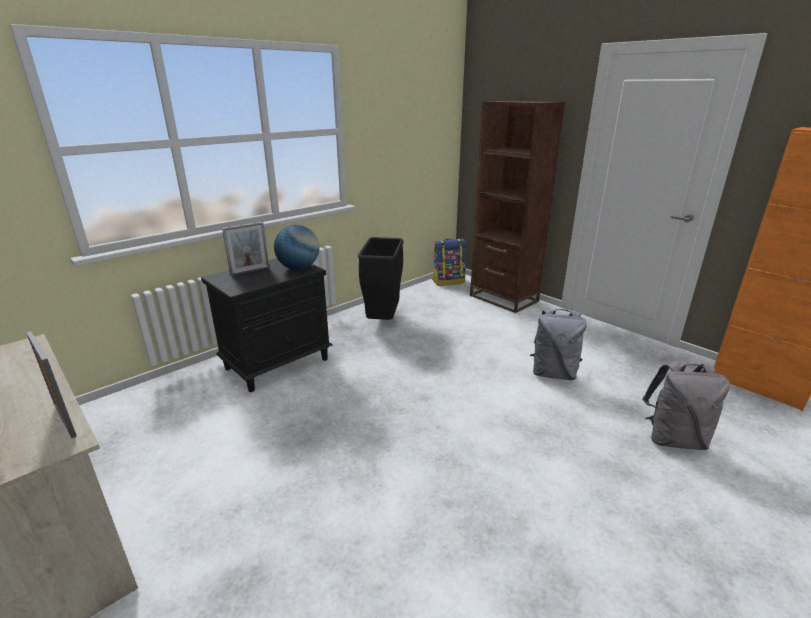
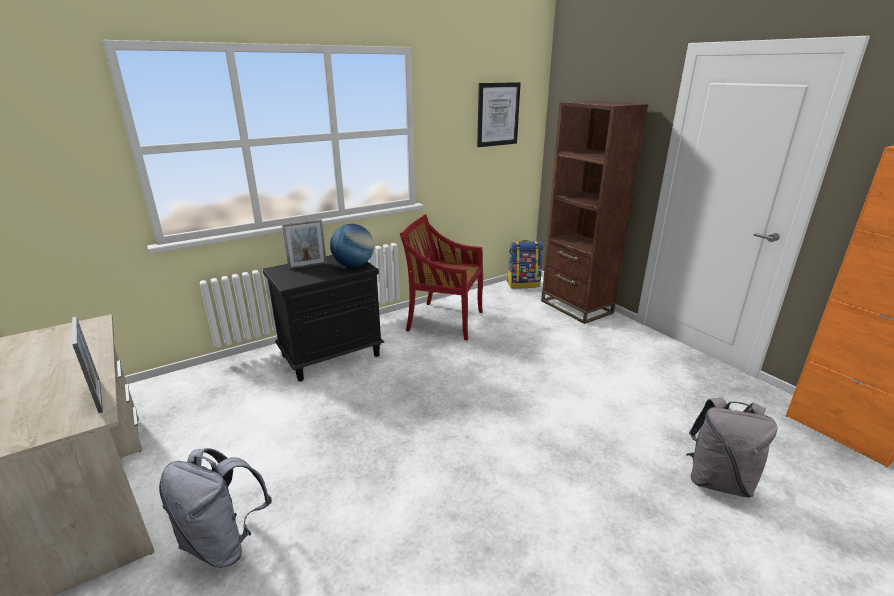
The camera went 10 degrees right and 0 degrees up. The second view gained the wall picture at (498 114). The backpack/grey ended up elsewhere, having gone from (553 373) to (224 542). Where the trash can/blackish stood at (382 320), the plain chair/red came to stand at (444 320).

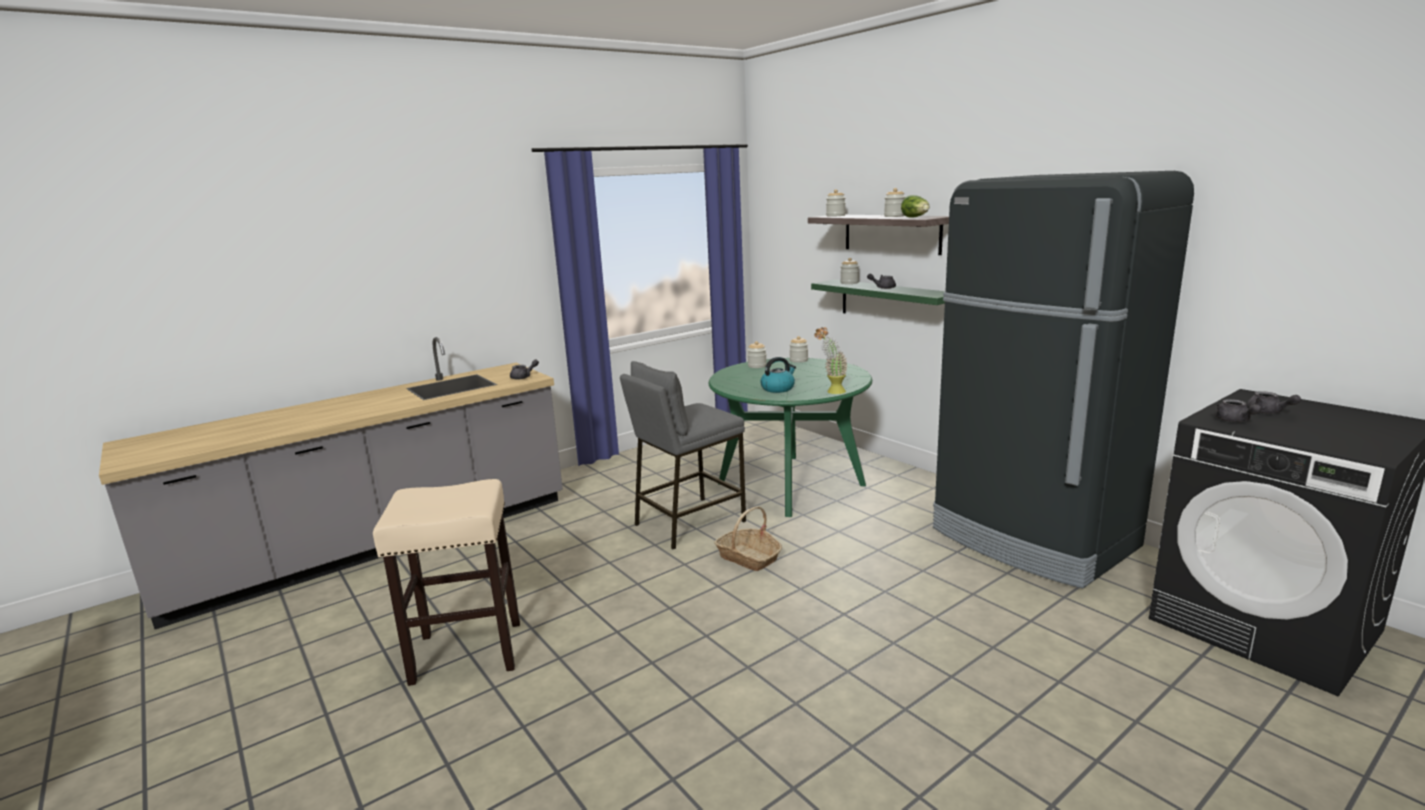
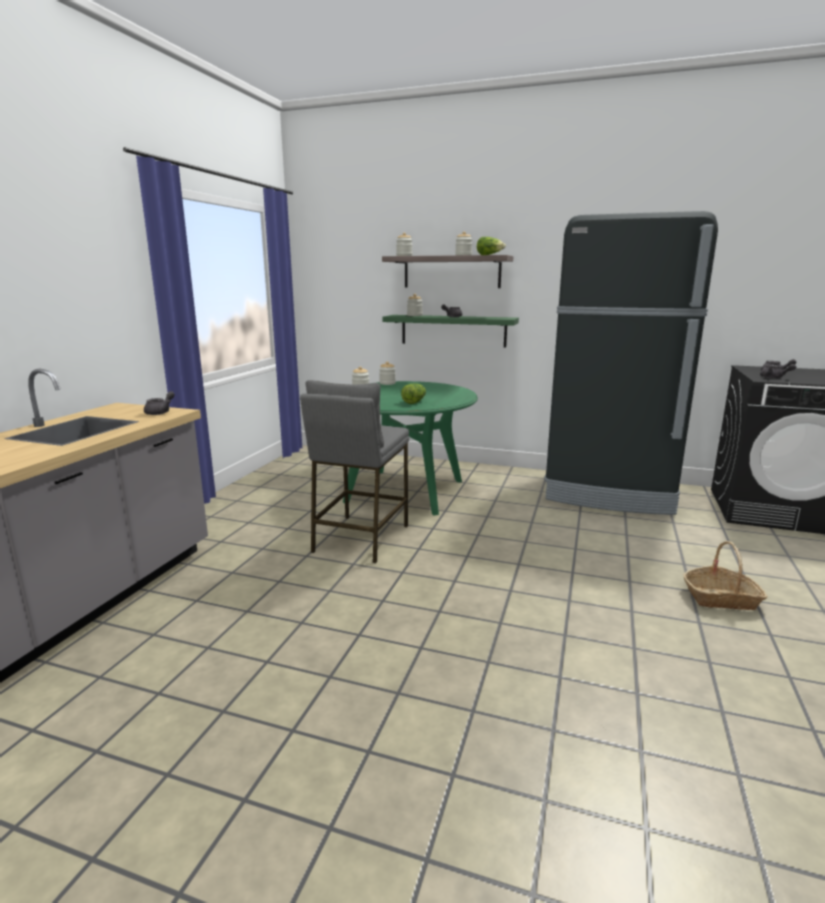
The camera went 35 degrees left and 0 degrees up. The second view lost the stool/beige at (465 653). The second view lost the plant in a pot at (831 392). The basket ended up elsewhere, having gone from (748 557) to (721 598). Where the water kettle stood at (778 388), the lettuce head came to stand at (414 402).

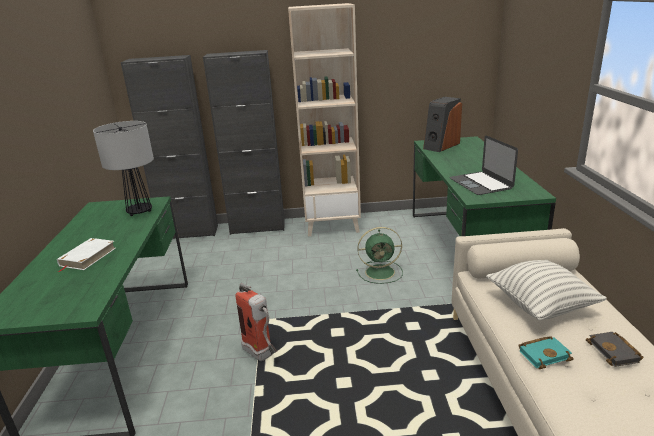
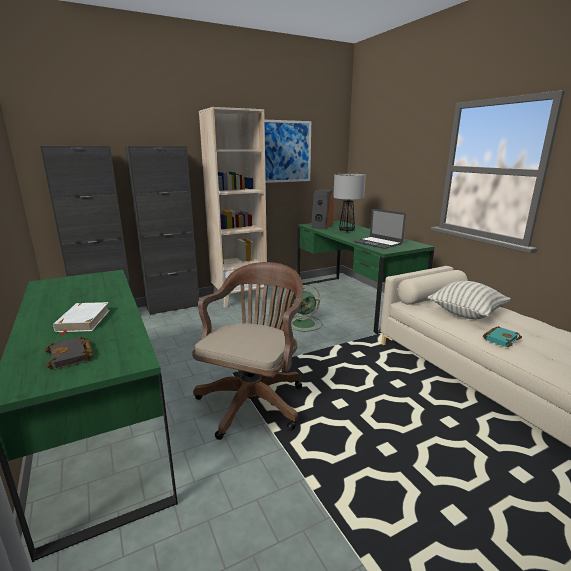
The camera went 25 degrees left and 5 degrees down. The second view gained the wall picture at (285 151). The table lamp ended up elsewhere, having gone from (139 212) to (346 231). The volume/blackish ended up elsewhere, having gone from (615 352) to (71 356). Where the fire-fighting cylinder stood at (262 355), the office chair/brown-coloured came to stand at (254 399).

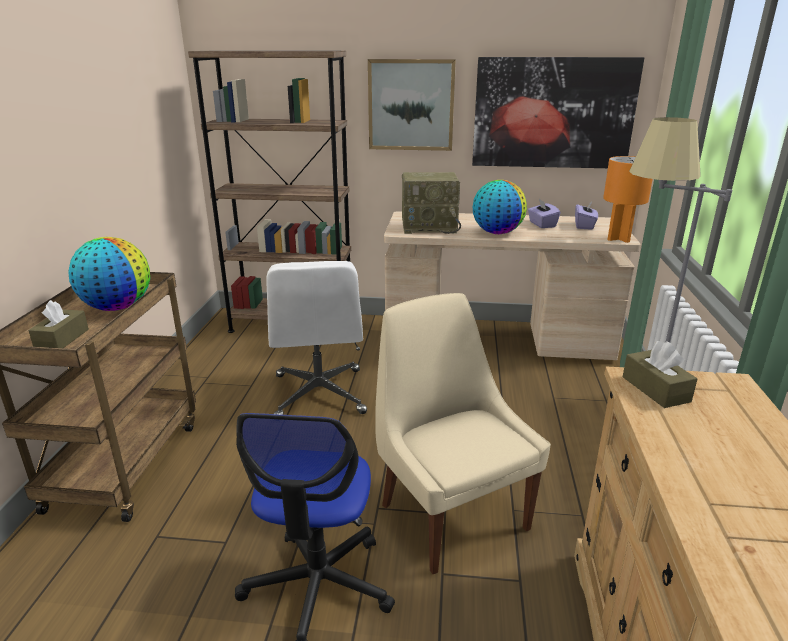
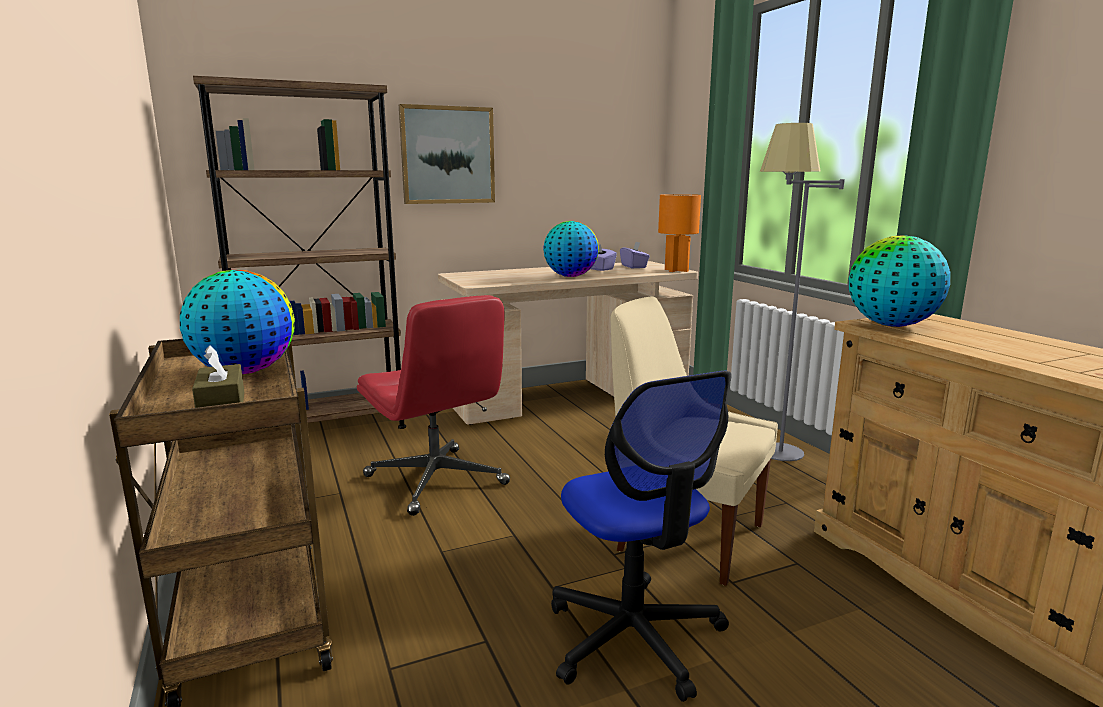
The camera went 30 degrees left and 10 degrees down. The second view lost the radio set at (430 227). The second view lost the wall picture at (553 113). Where the box of tissues/brown-coloured stood at (655 389), the world globe came to stand at (891 325). What was the office chair/whitish at (319 395) turned into the office chair/red at (437 481).

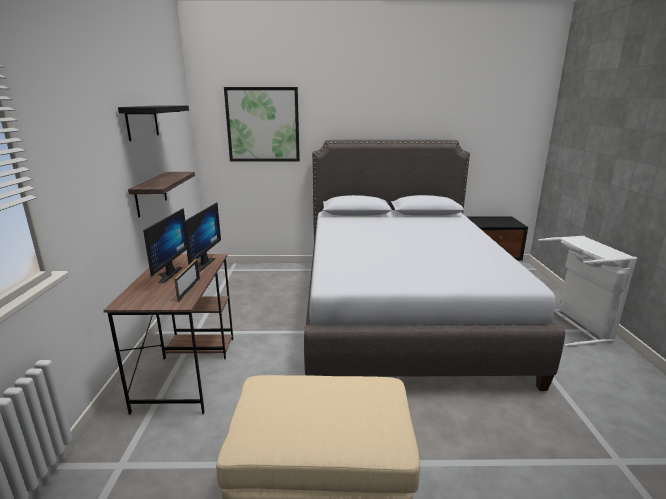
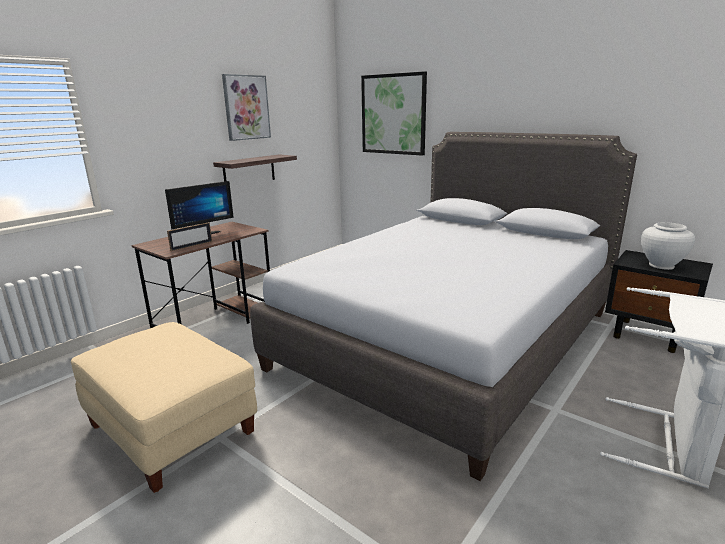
The camera went 40 degrees right and 0 degrees up. The second view lost the computer display at (200 264). The second view gained the vase/whitish at (661 265). Where the wall shelf/blackish hung at (142 122), the wall picture came to hang at (246 107).

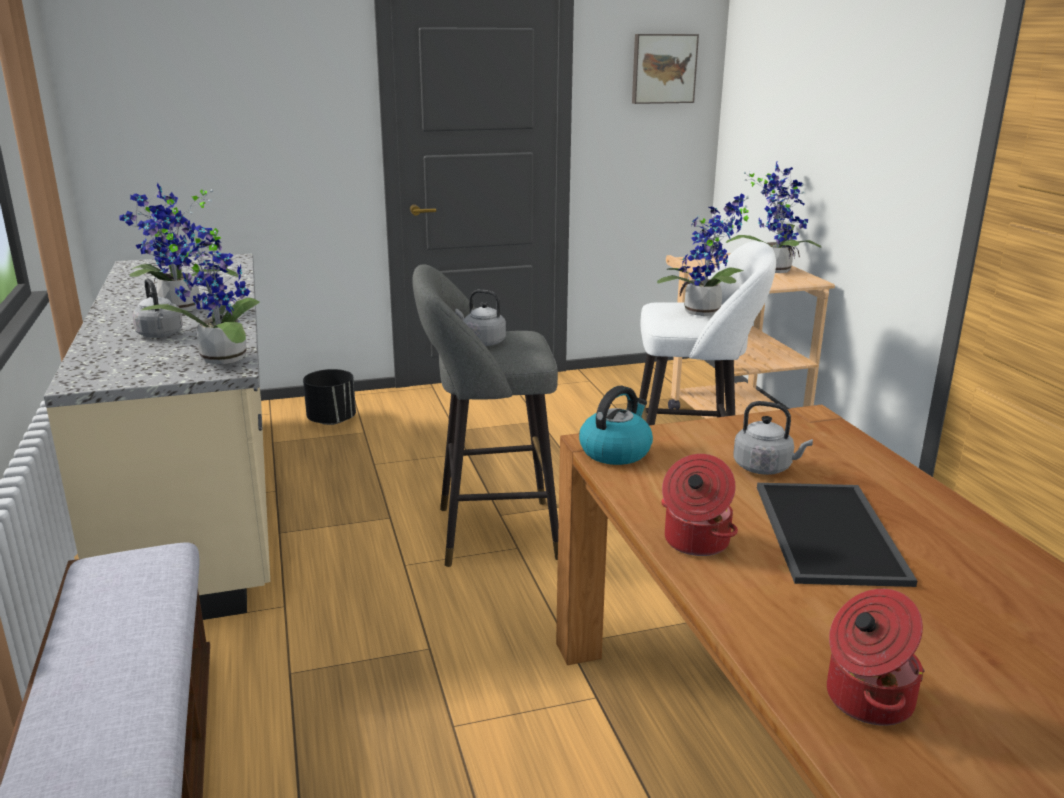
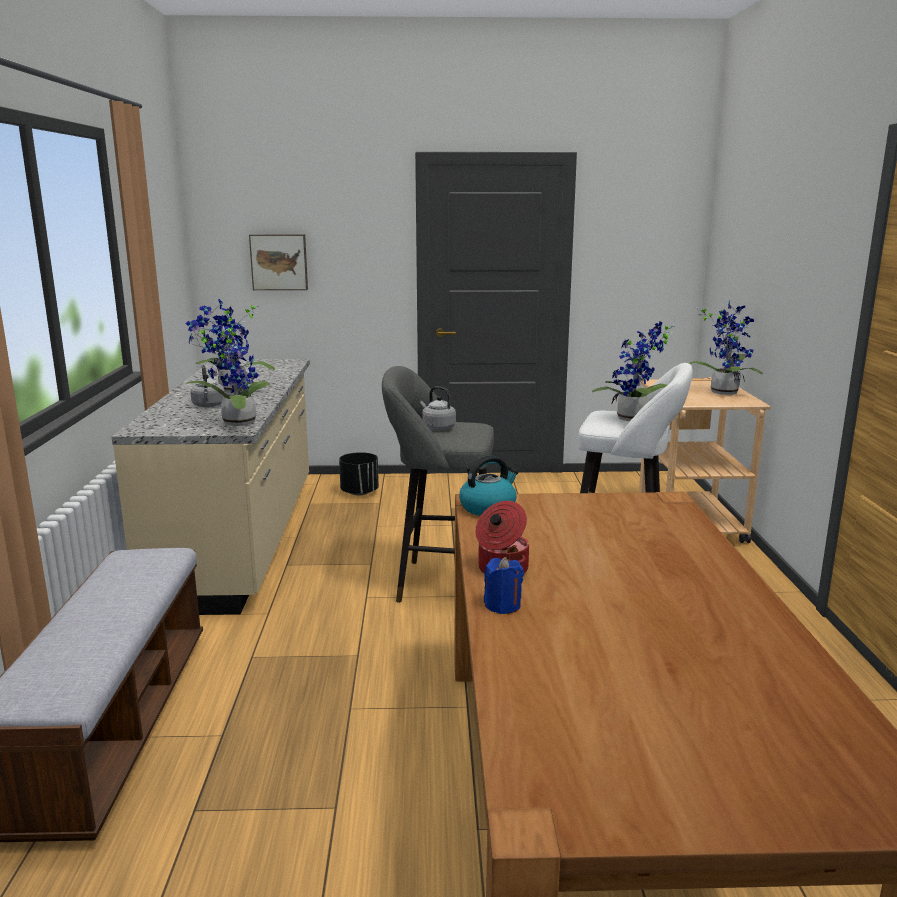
The camera went 15 degrees right and 5 degrees down. The second view lost the water kettle/grey at (765 468). The second view lost the tray at (832 533). The second view lost the stockpot at (866 699). The second view gained the wax candle/blue-coloured at (502 605). The wall picture ended up elsewhere, having gone from (663 68) to (279 262).

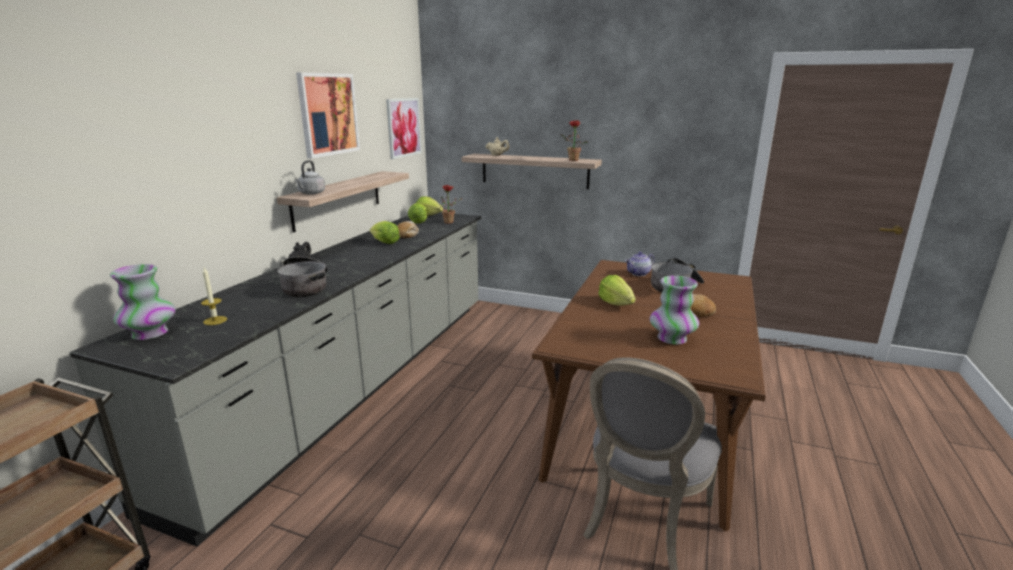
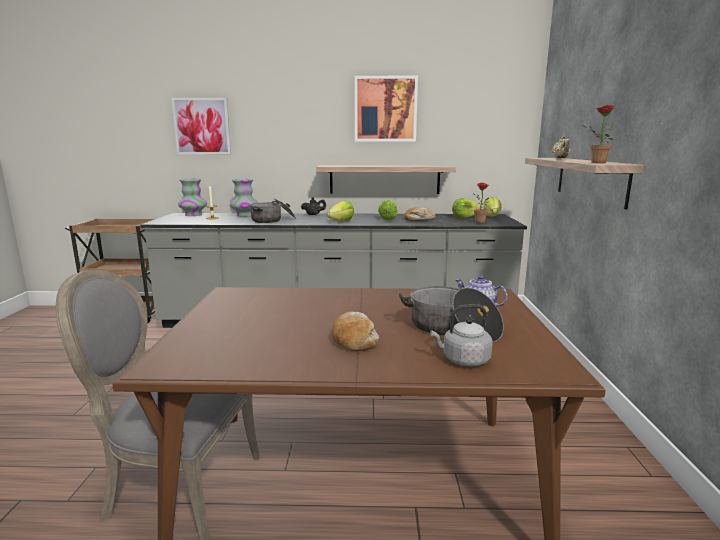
The camera went 70 degrees right and 5 degrees down. The water kettle/grey ended up elsewhere, having gone from (311 193) to (463 360). The wall picture ended up elsewhere, having gone from (403 127) to (202 126). The lettuce head ended up elsewhere, having gone from (616 303) to (341 221). The vase ended up elsewhere, having gone from (672 338) to (245 215).

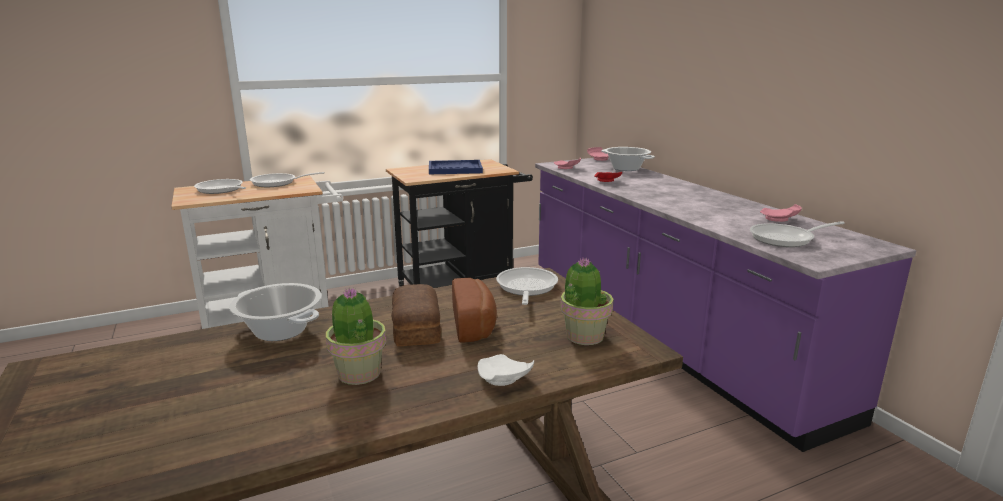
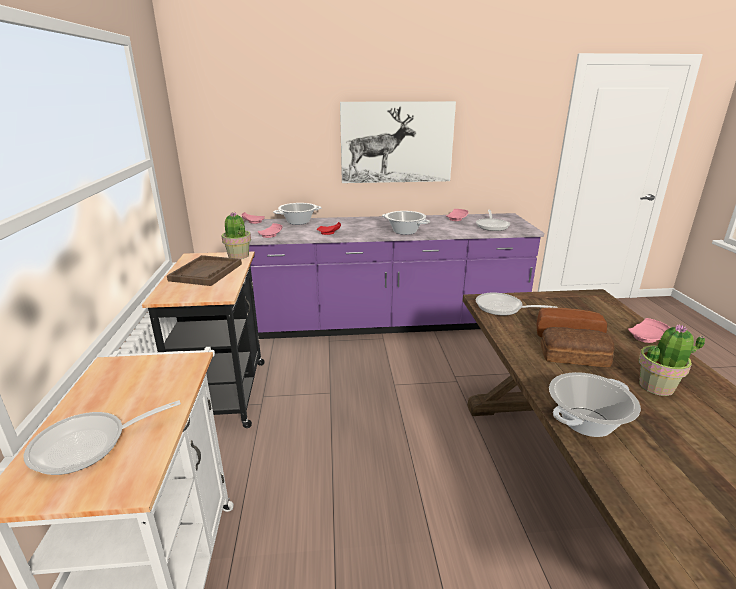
The camera went 70 degrees left and 5 degrees up. The second view lost the pan at (278 183). The second view gained the wall picture at (396 142). The second view gained the stockpot at (405 231). The plant in a pot ended up elsewhere, having gone from (584 336) to (238 256). What was the tray/blue-coloured at (455 169) turned into the tray/brown-coloured at (206 272). What was the flat dish/whitish at (503 380) turned into the flat dish/pink at (647 337).

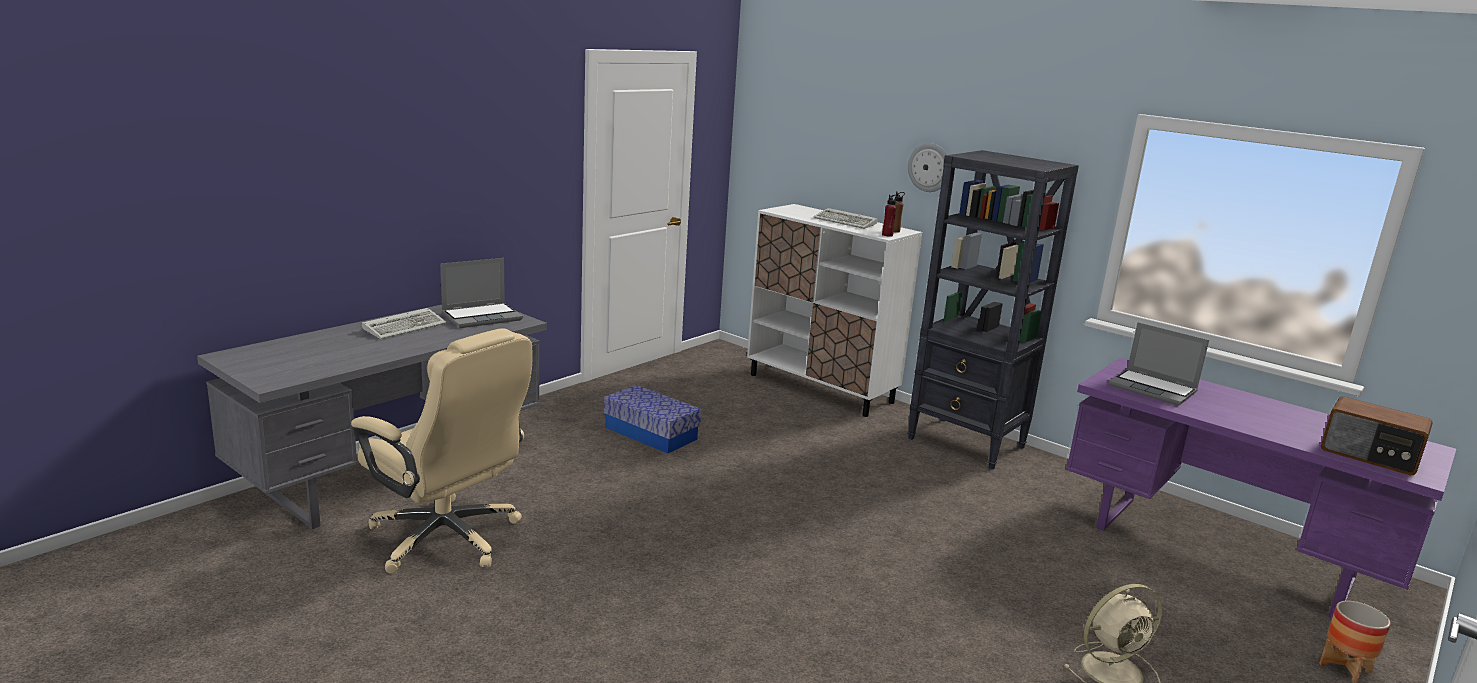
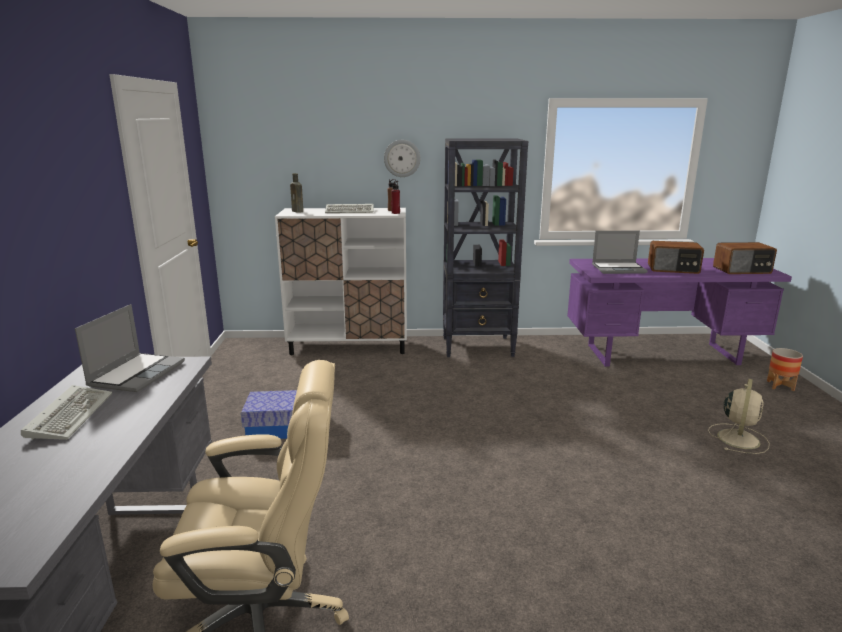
The camera went 40 degrees left and 0 degrees up. The second view gained the beverage bottle/brown-coloured at (298 211). The second view gained the radio set at (673 269).

